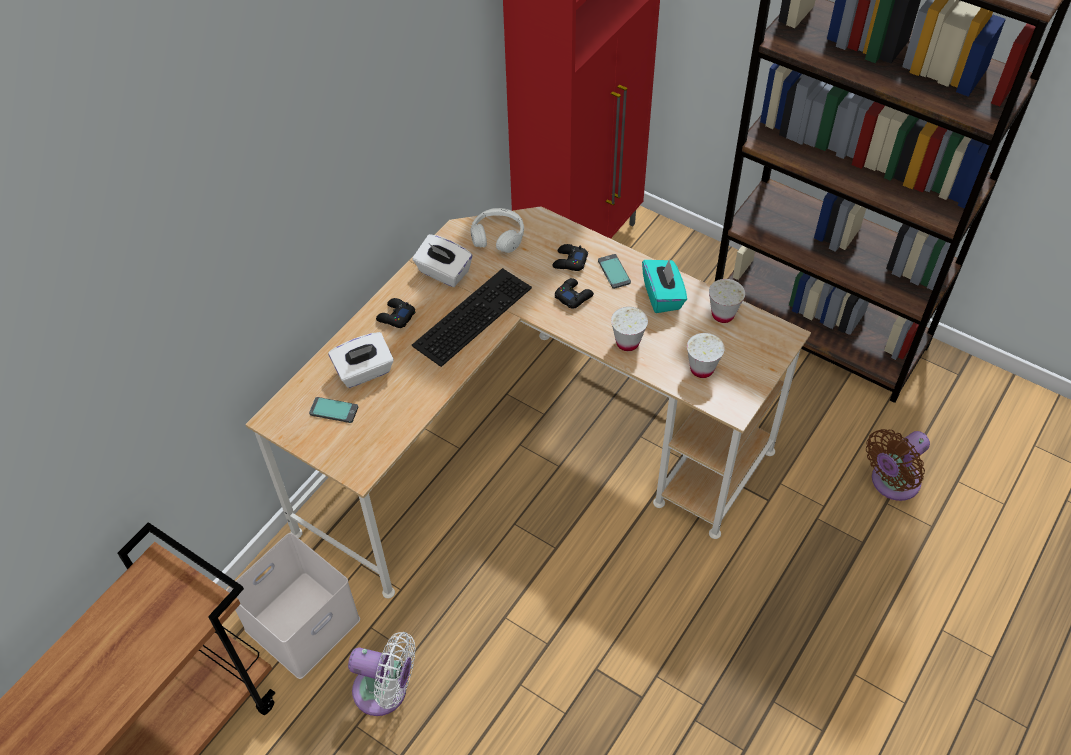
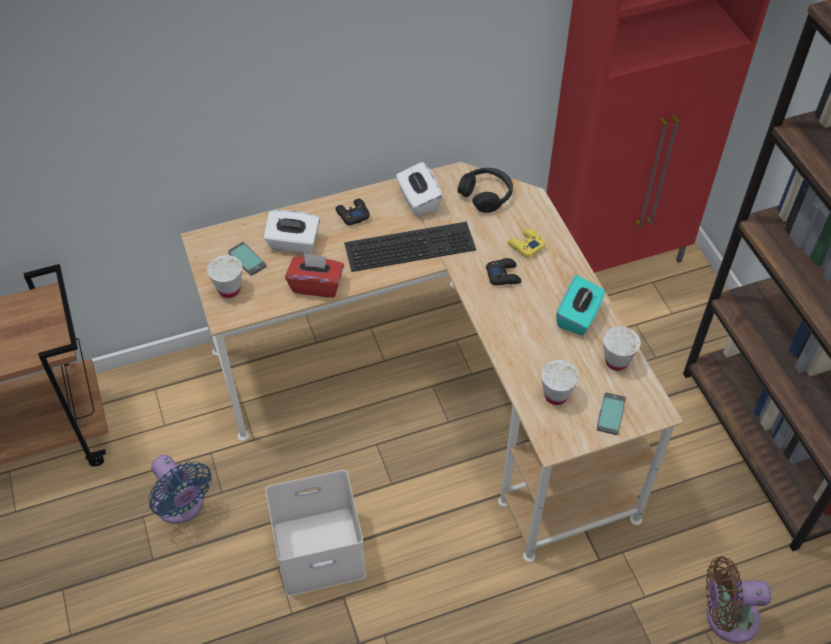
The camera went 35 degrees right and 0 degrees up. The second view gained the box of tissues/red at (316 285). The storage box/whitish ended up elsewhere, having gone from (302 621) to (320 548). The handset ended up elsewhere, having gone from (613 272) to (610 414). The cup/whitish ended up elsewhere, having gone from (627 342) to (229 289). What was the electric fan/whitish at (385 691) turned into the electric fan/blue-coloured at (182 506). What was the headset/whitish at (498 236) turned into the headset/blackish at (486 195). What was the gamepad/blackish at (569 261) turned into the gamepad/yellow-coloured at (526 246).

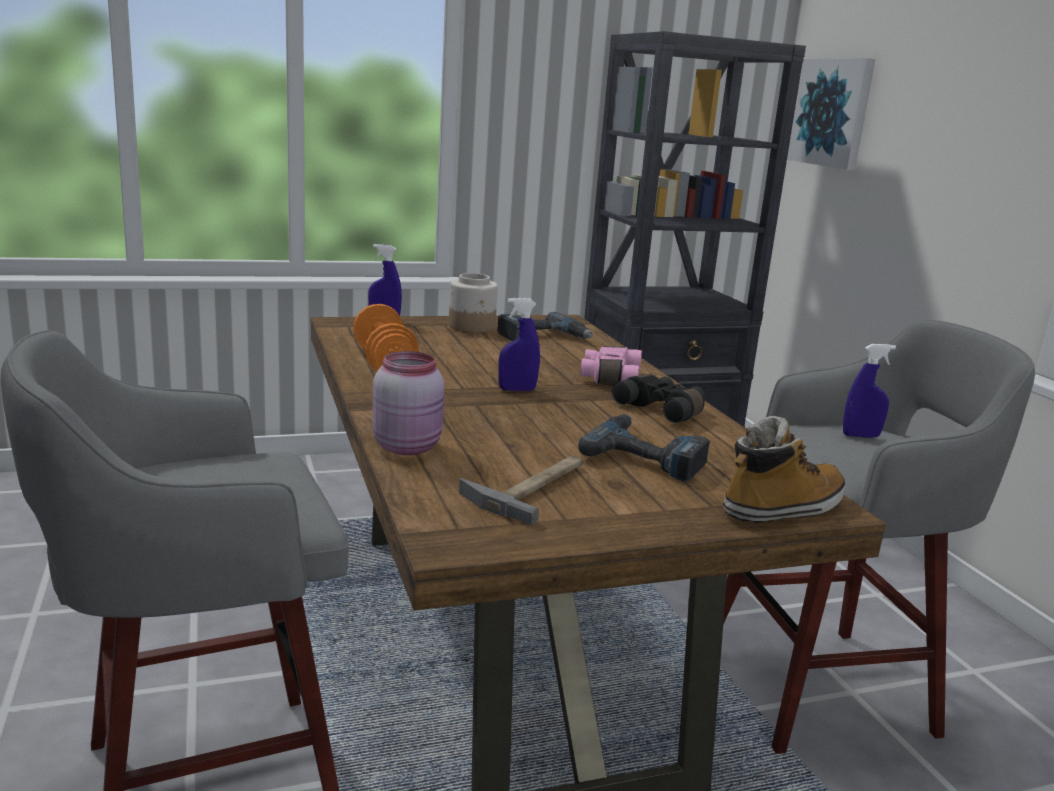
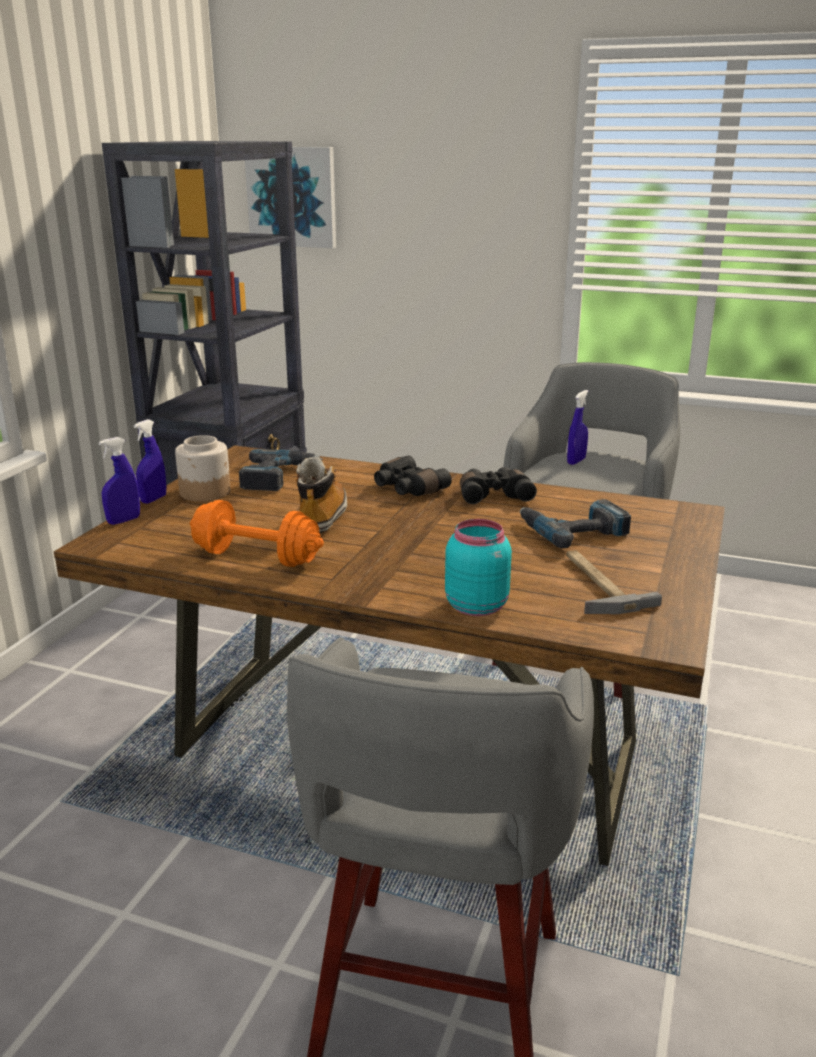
The camera went 50 degrees left and 5 degrees up. The spray bottle/blue-coloured ended up elsewhere, having gone from (517 390) to (153 499). The high-top boot ended up elsewhere, having gone from (782 508) to (322 517). What was the jar/pink at (408 446) turned into the jar/turquoise at (476 605). What was the pair of binoculars/pink at (609 378) turned into the pair of binoculars/blackish at (407 488).

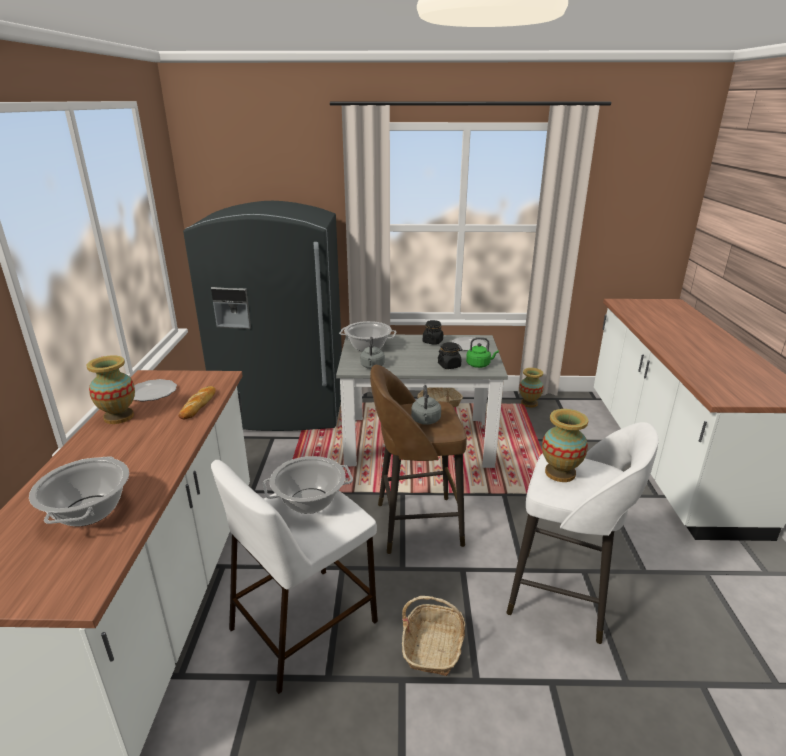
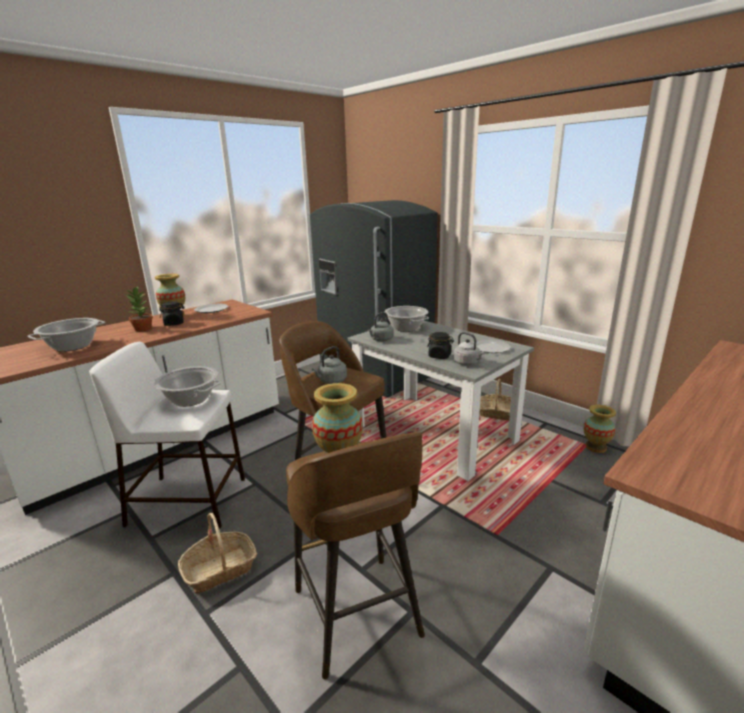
The camera went 45 degrees right and 5 degrees down. The second view lost the baked bread at (198 405). The second view gained the plant in a pot at (142 329). The jar/blackish ended up elsewhere, having gone from (432 341) to (174 323). What was the water kettle/green-coloured at (479 365) turned into the water kettle/grey at (467 363). What was the stool/whitish at (563 597) turned into the stool/brown-coloured at (358 616).

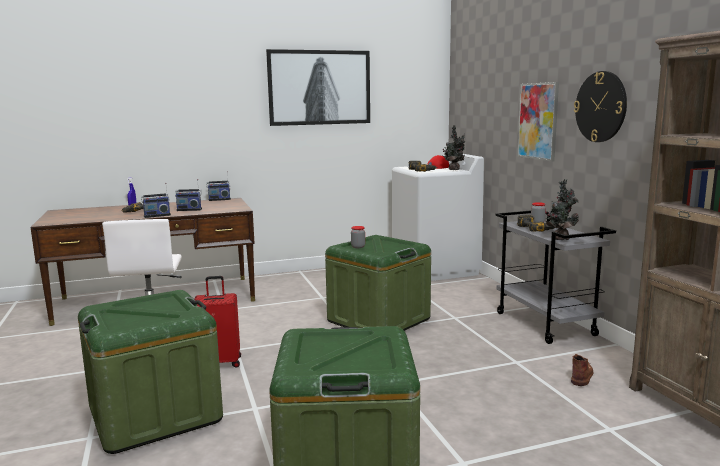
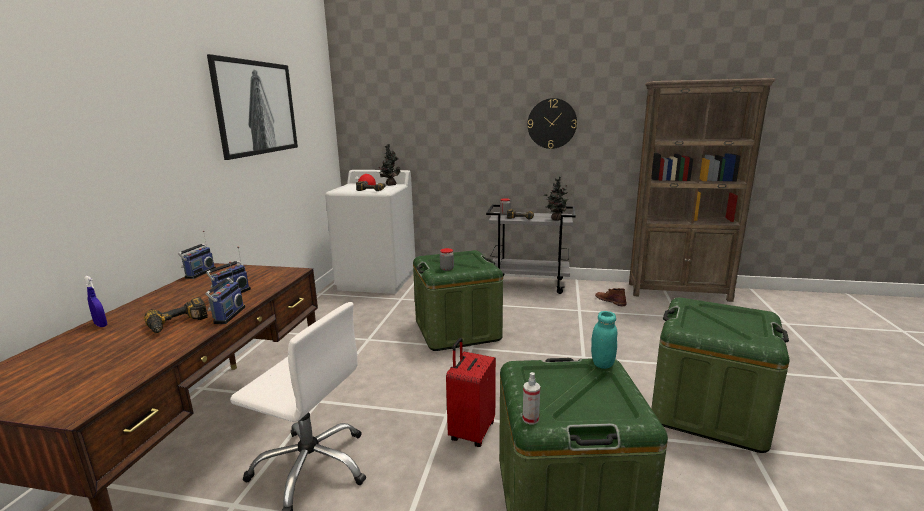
The camera went 60 degrees left and 5 degrees up. The second view lost the wall picture at (538 121). The second view gained the spray bottle at (530 419). The second view gained the jar/turquoise at (602 363).

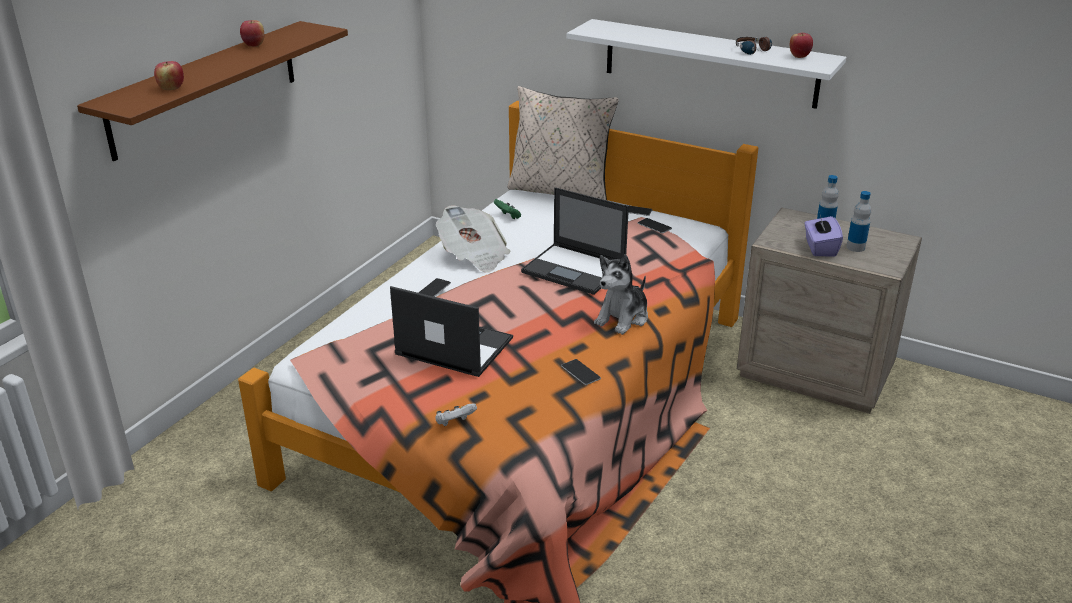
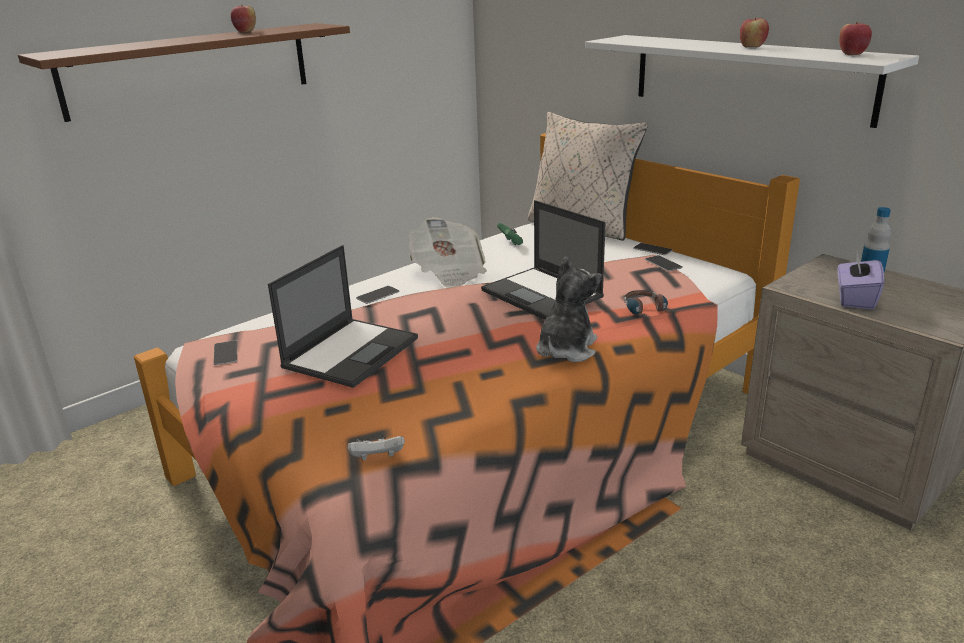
The camera went 20 degrees right and 5 degrees down. The second view lost the beverage bottle at (855 247). The apple fruit ended up elsewhere, having gone from (171 88) to (752 47). The gamepad/whitish ended up elsewhere, having gone from (455 423) to (378 459). The handset ended up elsewhere, having gone from (580 372) to (225 353). The headset ended up elsewhere, having gone from (755 52) to (646 311). The laptop at (453 346) ended up facing another way, 75 degrees clockwise from before. The cuddly toy at (623 318) ended up facing another way, 150 degrees clockwise from before.

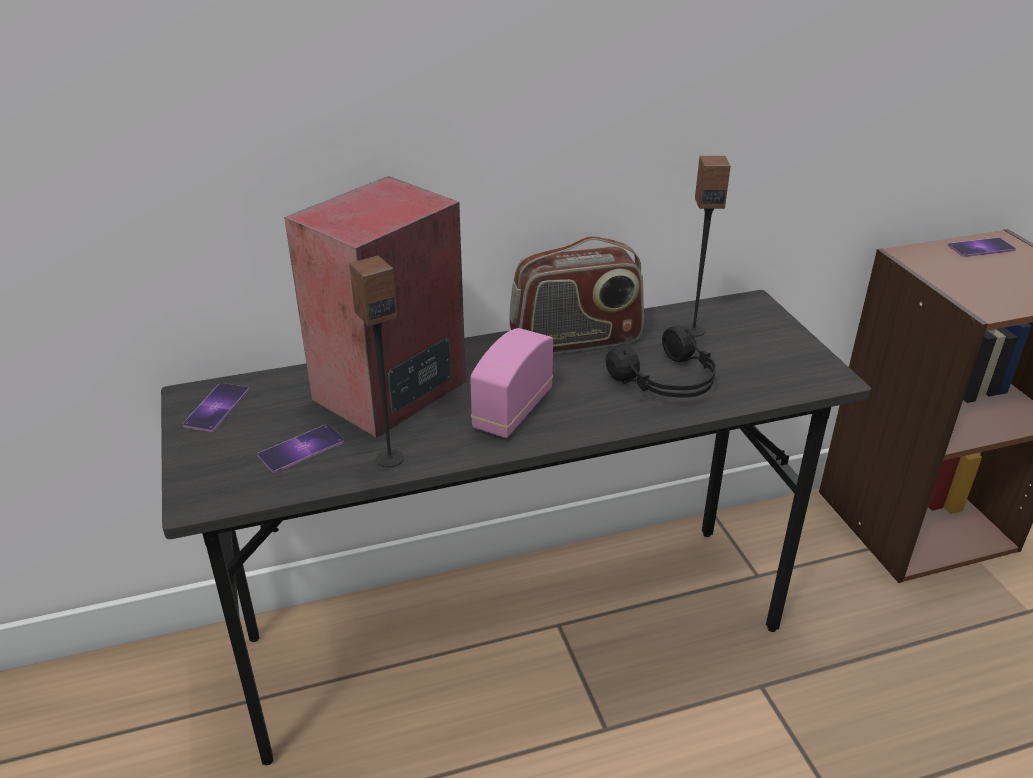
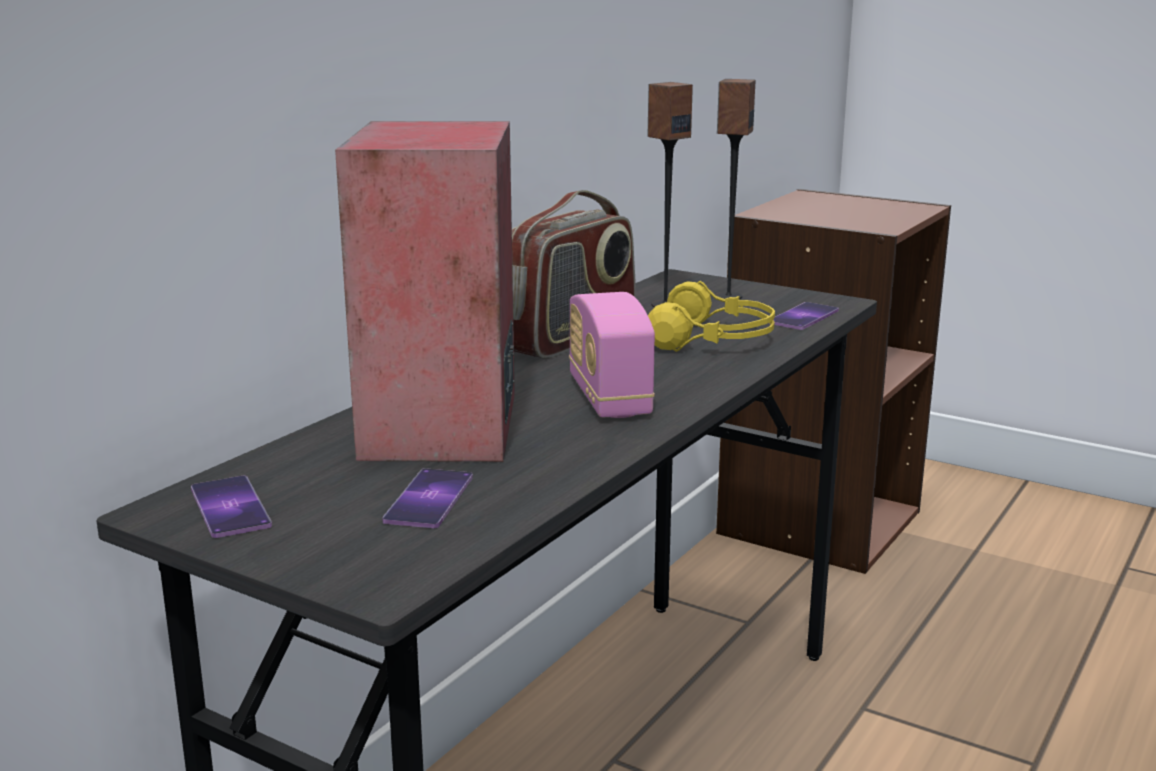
The camera went 40 degrees left and 15 degrees down. The loudspeaker ended up elsewhere, having gone from (389 458) to (727 296). The handset ended up elsewhere, having gone from (981 248) to (803 316). What was the headset/blackish at (667 382) turned into the headset/yellow-coloured at (713 340).

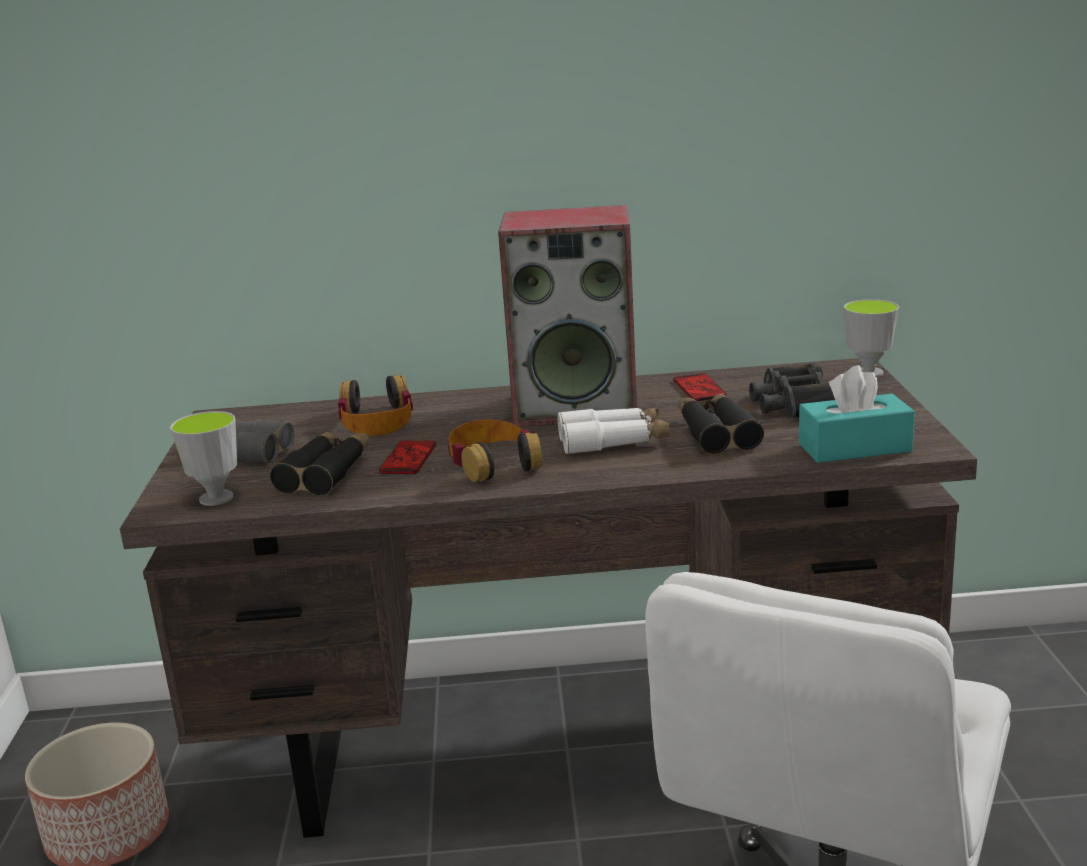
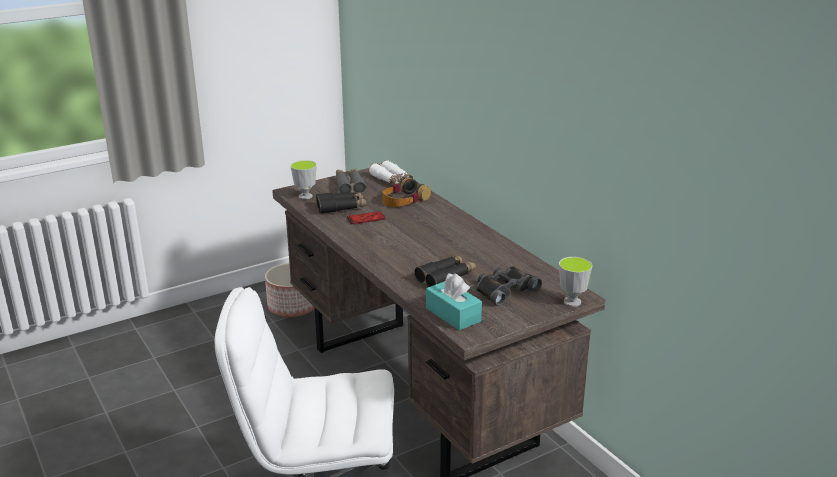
The camera went 60 degrees right and 5 degrees up. The second view lost the headset at (493 462). The second view lost the loudspeaker at (577 406). The second view lost the handset at (699 389). The pair of binoculars/whitish ended up elsewhere, having gone from (613 441) to (391 180).

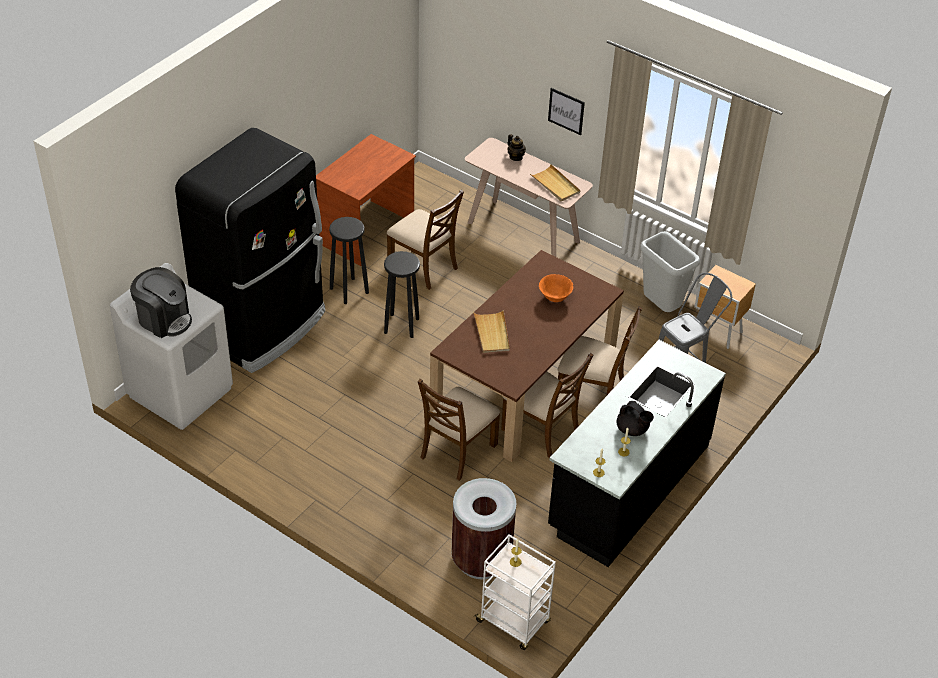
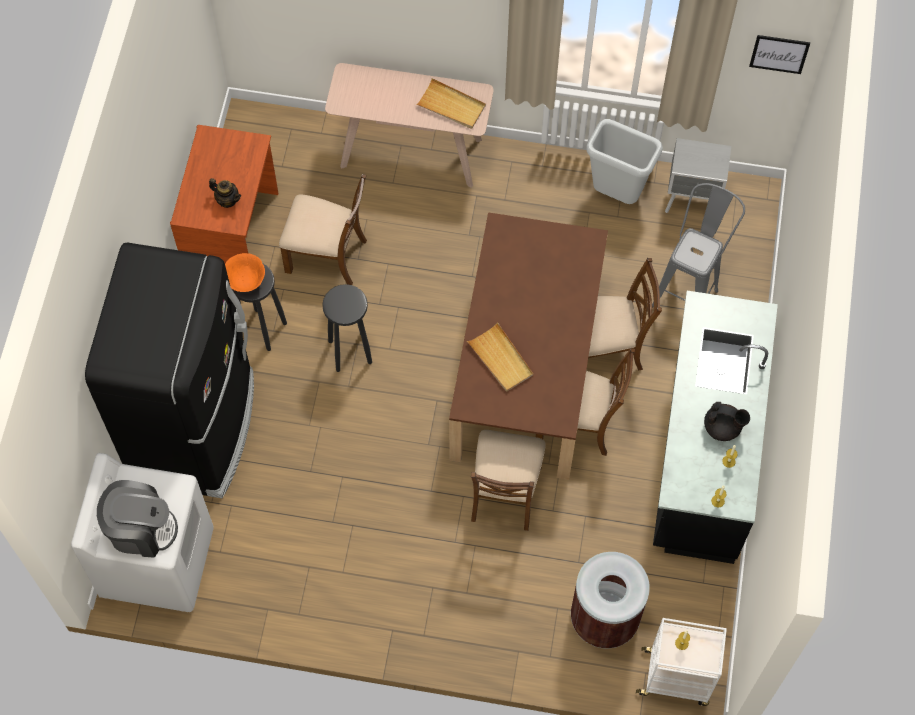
The camera went 25 degrees left and 20 degrees up. The pot for tea ended up elsewhere, having gone from (516 157) to (227 200). The deep dish/orange-coloured ended up elsewhere, having gone from (555 298) to (245 281). The wall picture ended up elsewhere, having gone from (566 111) to (779 54). What was the nightstand/brown-coloured at (717 333) turned into the nightstand/grey at (692 202).

